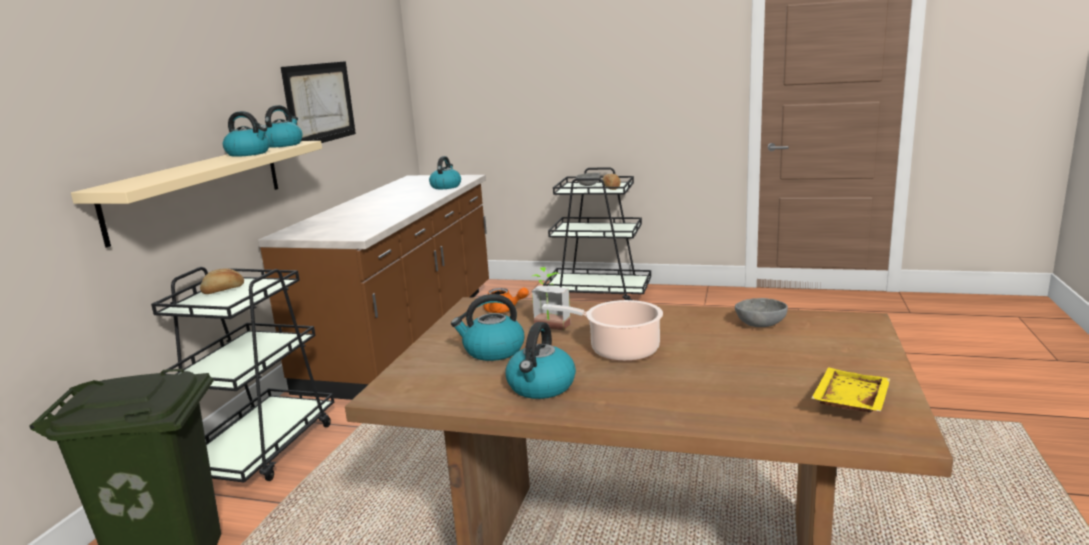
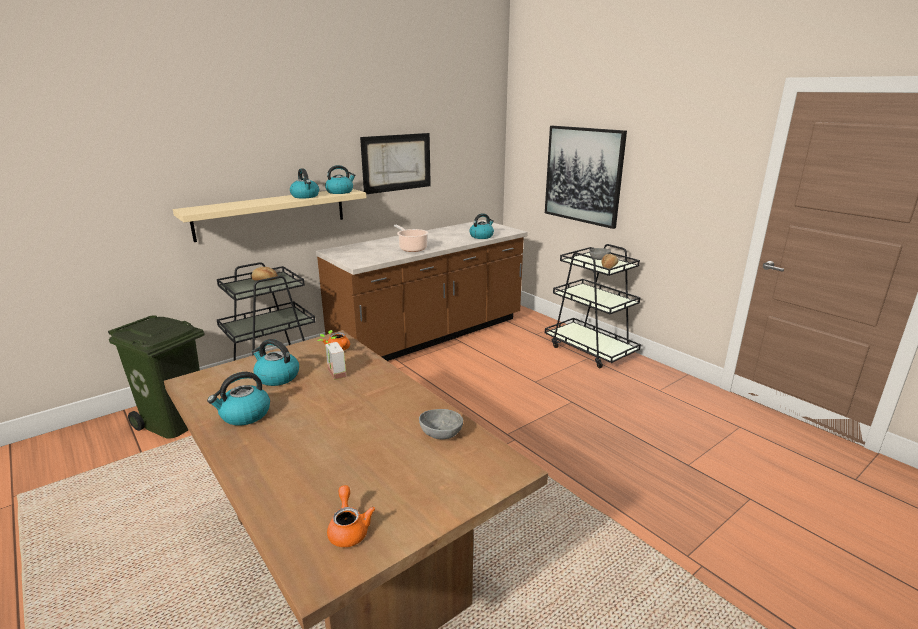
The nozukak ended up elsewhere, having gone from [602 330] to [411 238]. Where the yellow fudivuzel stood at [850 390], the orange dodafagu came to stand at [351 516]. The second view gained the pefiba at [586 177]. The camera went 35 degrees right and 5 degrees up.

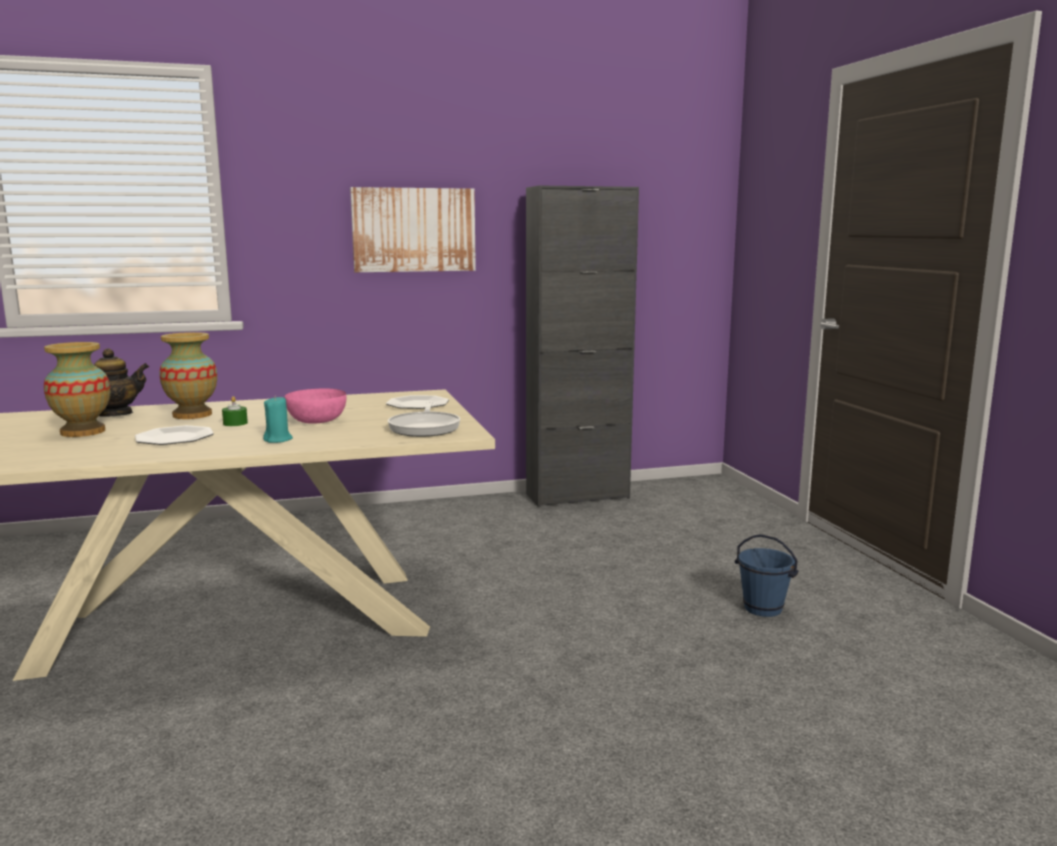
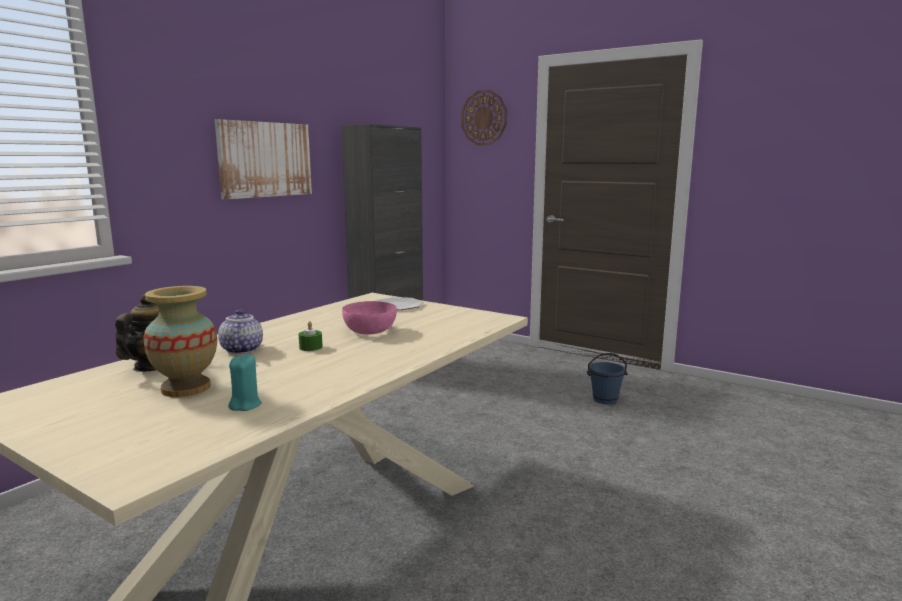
Where the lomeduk stood at [188 375], the dodafagu came to stand at [240 332]. The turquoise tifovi ended up elsewhere, having gone from [278 419] to [245 383]. The second view lost the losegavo at [424 419]. The second view lost the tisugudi at [174 435]. The second view gained the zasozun at [484 118]. The camera went 40 degrees left and 0 degrees up.

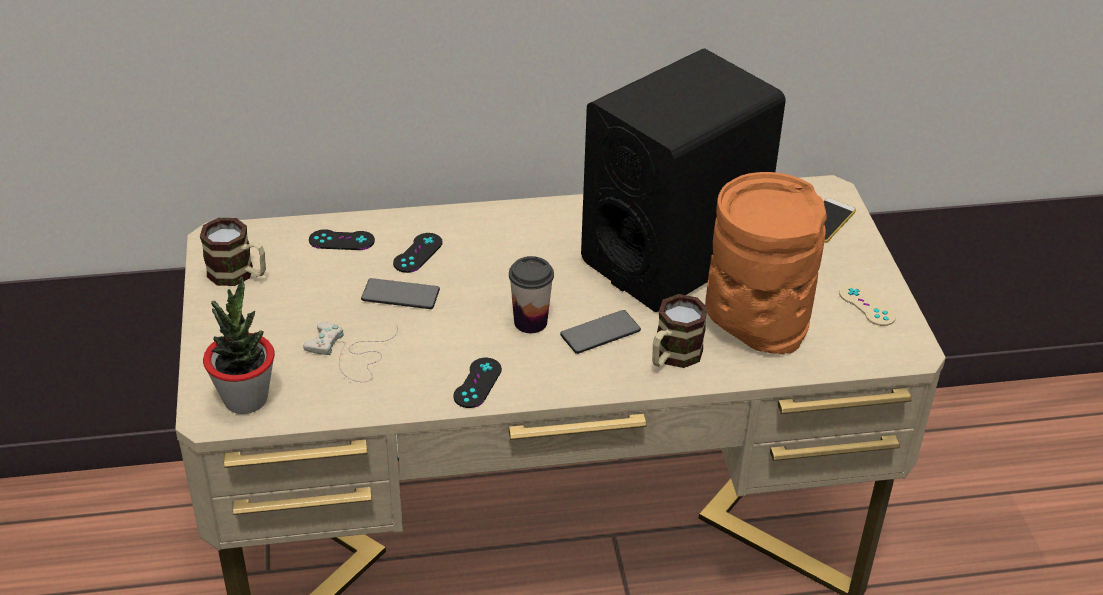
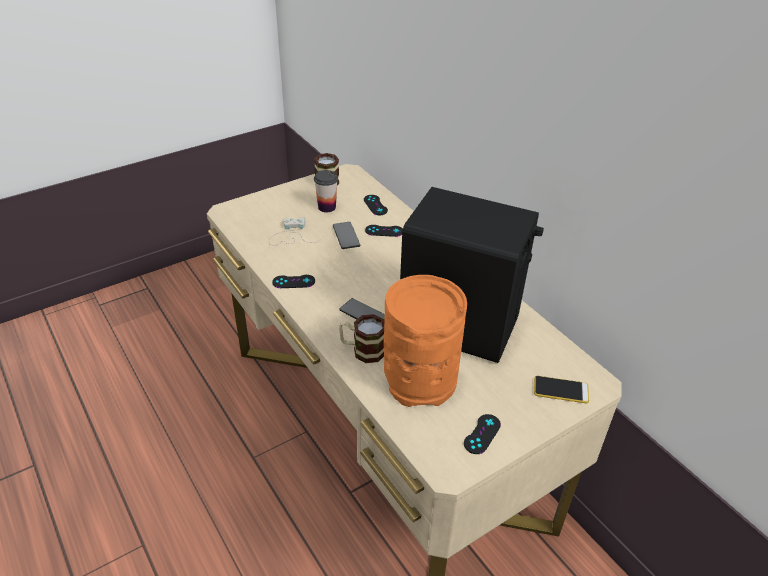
The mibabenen ended up elsewhere, having gone from [531 294] to [326 191]. The second view lost the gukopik at [239 345]. What was the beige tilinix at [867 304] turned into the black tilinix at [482 434]. The camera went 65 degrees right and 0 degrees up.

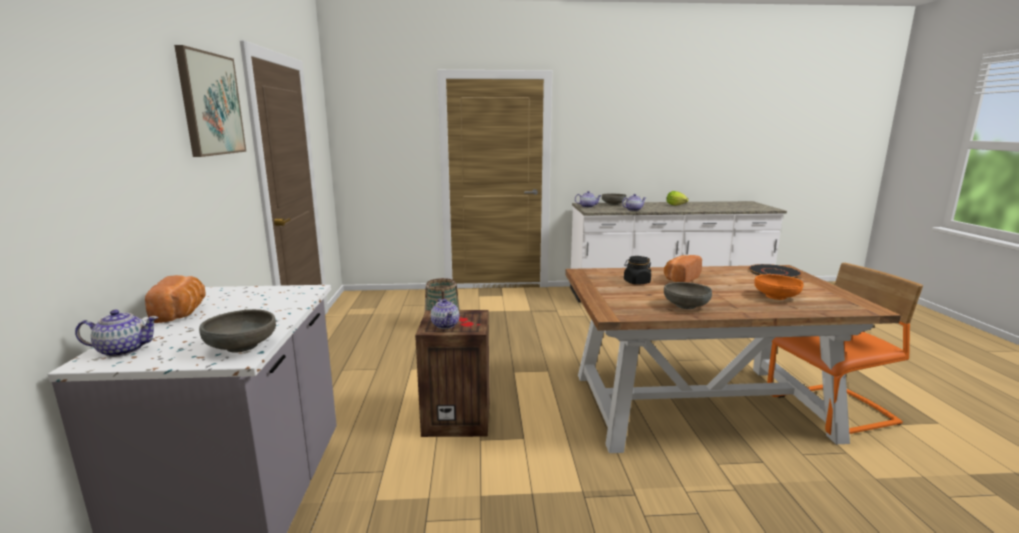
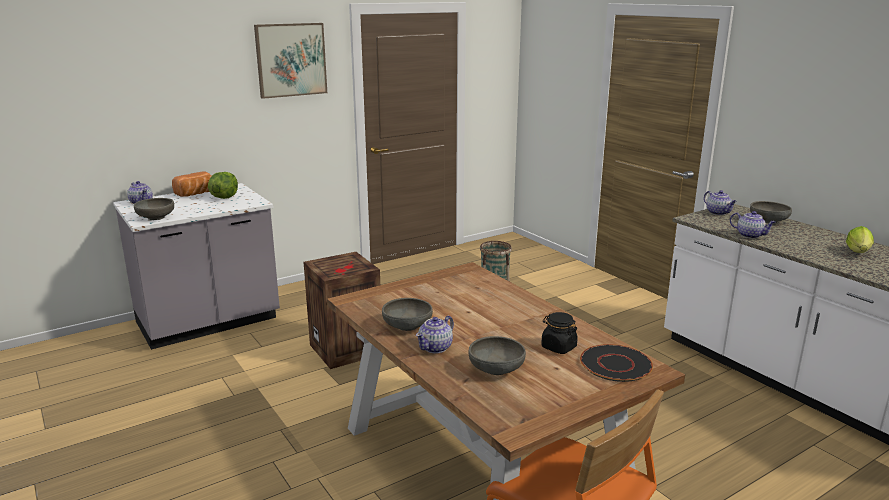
The second view lost the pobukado at [683 268]. The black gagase ended up elsewhere, having gone from [637 270] to [559 333]. What was the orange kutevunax at [778 287] turned into the grey kutevunax at [497 355]. The dodafagu ended up elsewhere, having gone from [445 314] to [435 334]. The second view gained the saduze at [223 185]. The camera went 60 degrees right and 5 degrees up.

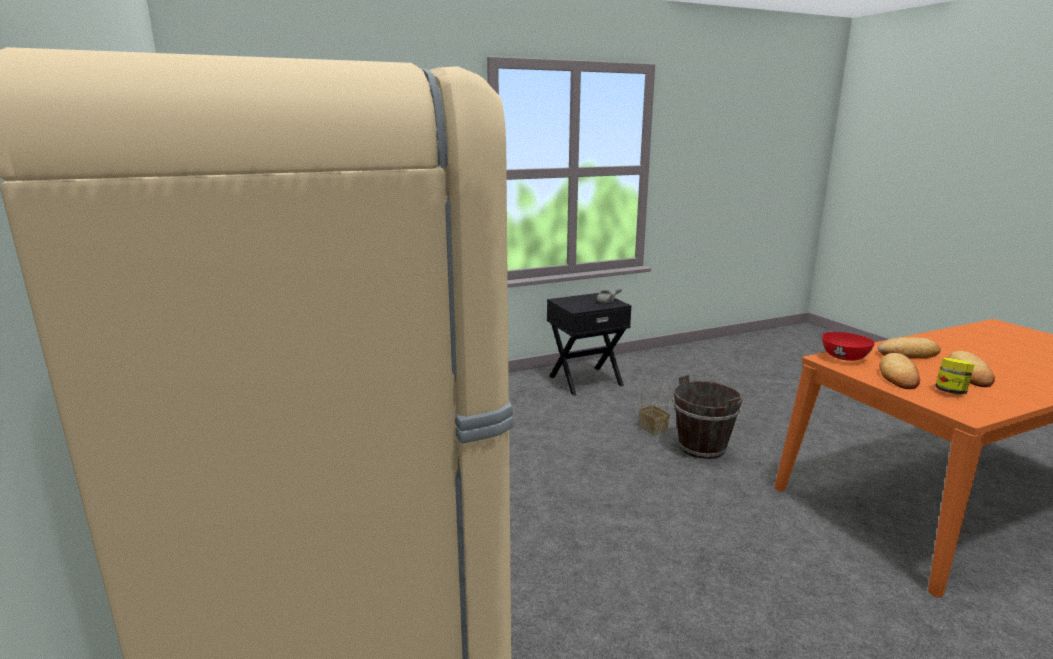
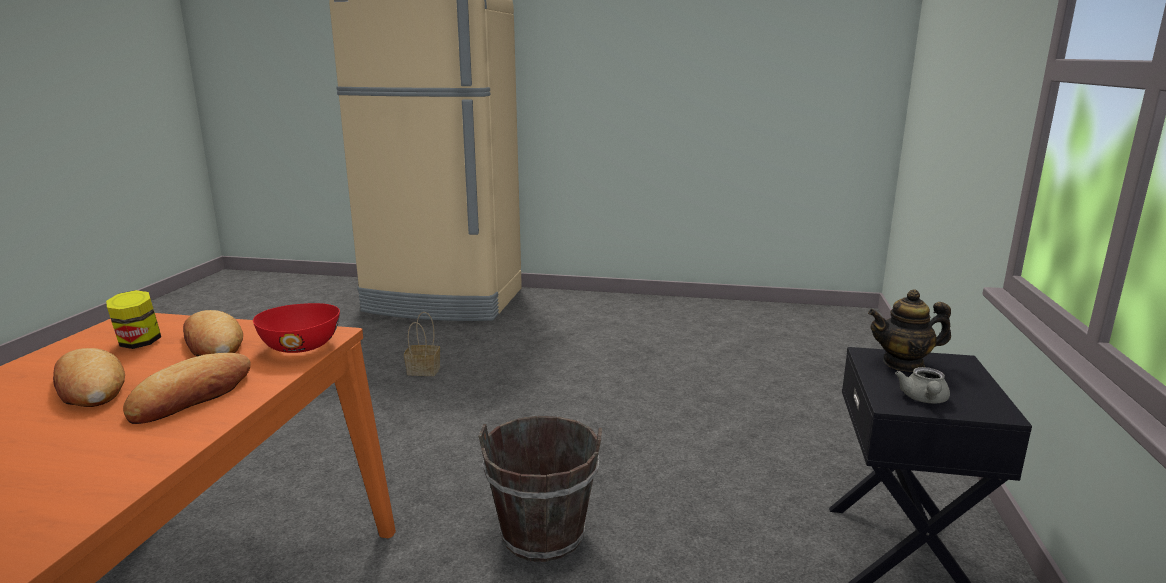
The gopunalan ended up elsewhere, having gone from [654 409] to [422 344]. The second view gained the dodafagu at [909 331]. The camera went 125 degrees right and 0 degrees up.

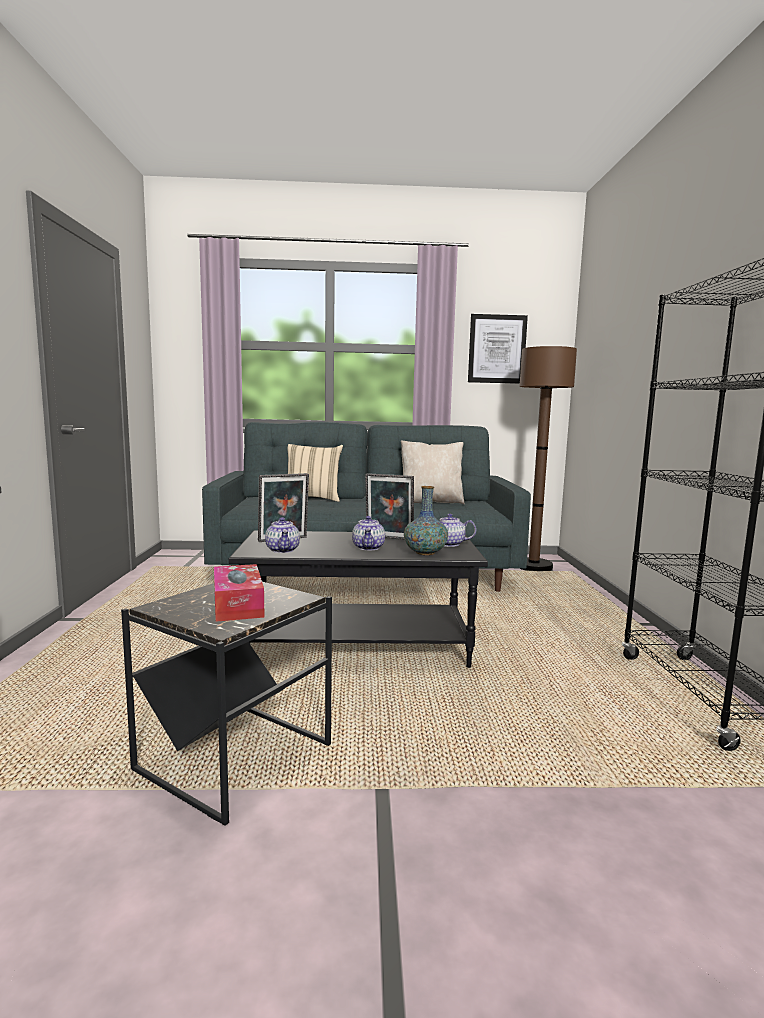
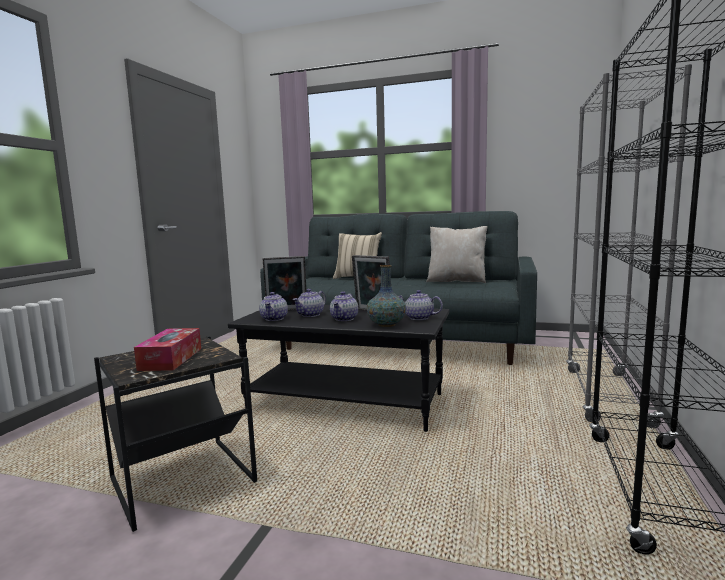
The second view lost the pefiba at [498 349]. The second view lost the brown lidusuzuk at [548 458]. The second view gained the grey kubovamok at [629 246]. The second view gained the dodafagu at [309 303]. The camera went 20 degrees right and 0 degrees up.

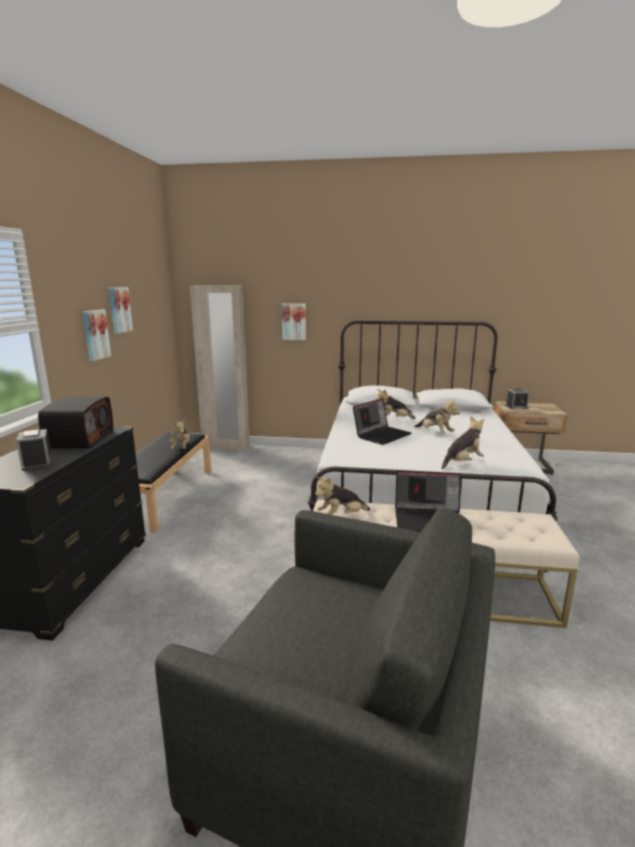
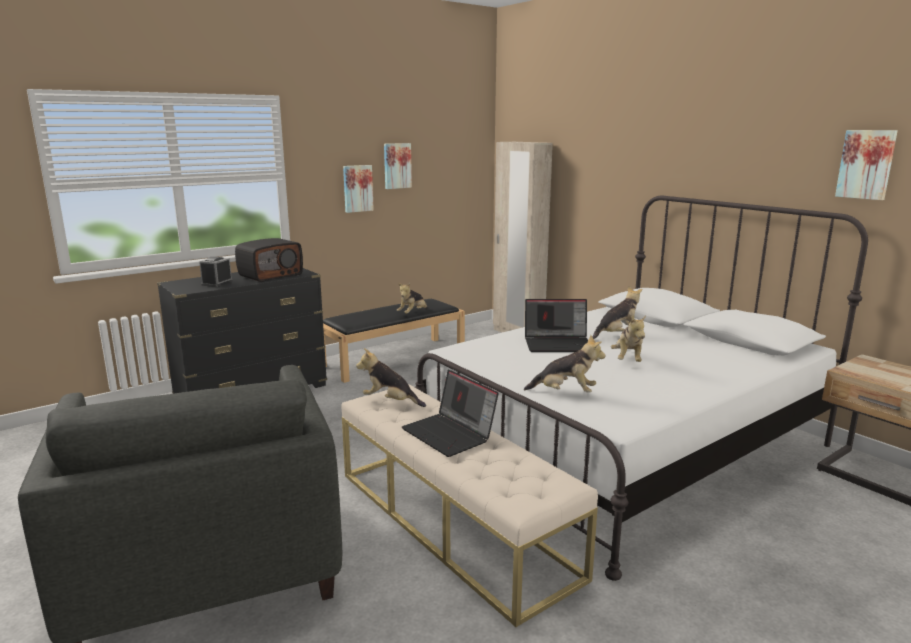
The pefiba ended up elsewhere, having gone from [294 321] to [866 165]. The second view lost the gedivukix at [517 398]. The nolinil at [395 404] ended up facing another way, 120 degrees clockwise from before. The camera went 45 degrees right and 0 degrees up.

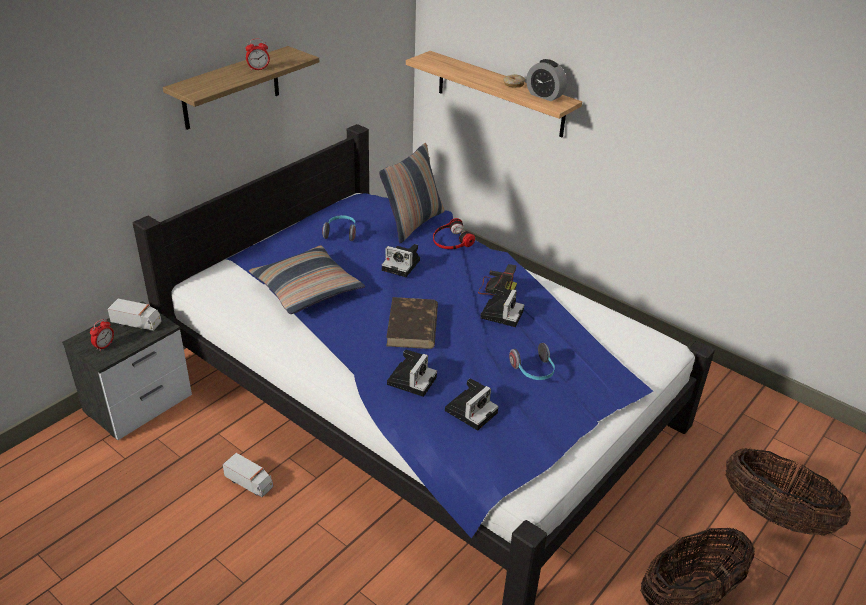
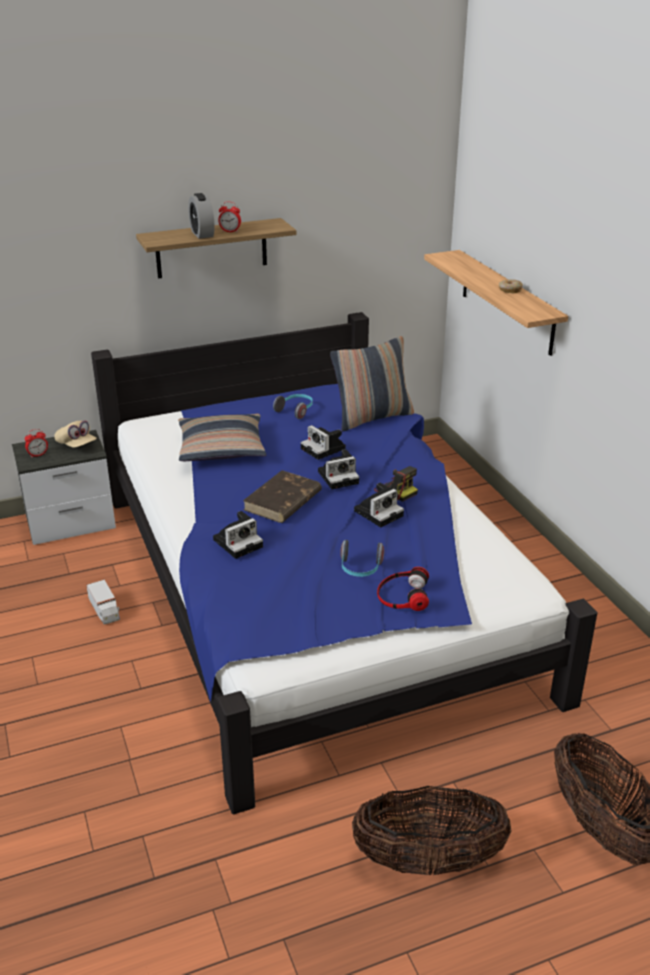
The gedivukix ended up elsewhere, having gone from [546 80] to [201 216]. The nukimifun ended up elsewhere, having gone from [454 233] to [403 589]. Where the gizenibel stood at [135 315], the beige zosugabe came to stand at [75 434]. The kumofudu ended up elsewhere, having gone from [472 404] to [338 469]. The camera went 30 degrees right and 5 degrees down.

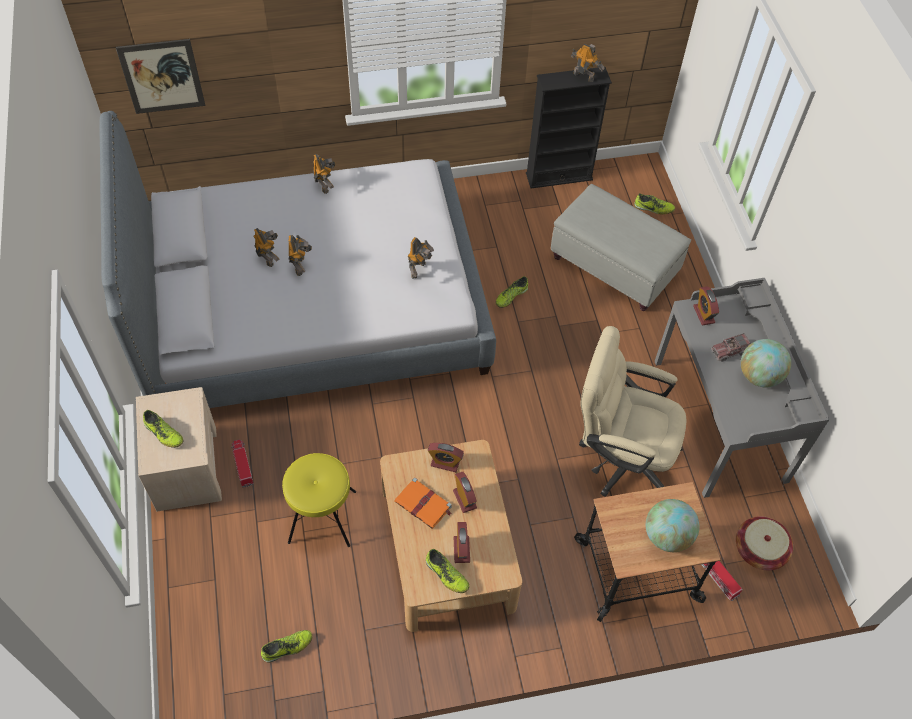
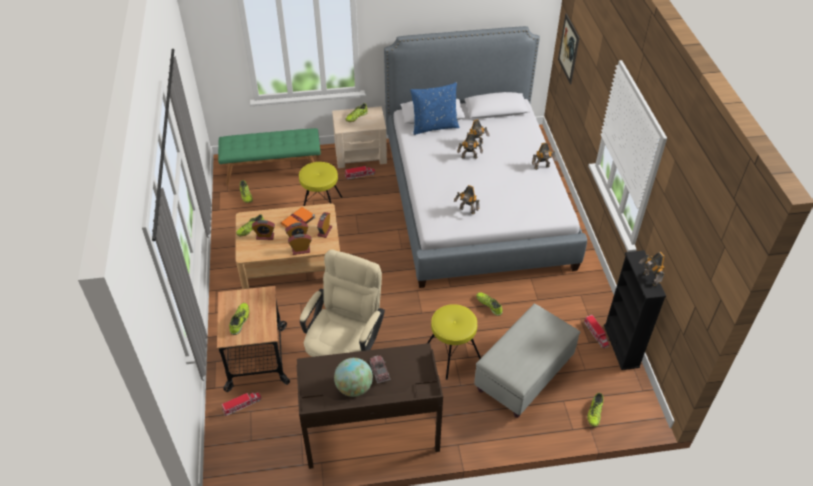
The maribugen at [587 63] ended up facing another way, 120 degrees clockwise from before. What was the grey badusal at [742 388] turned into the brown badusal at [370 406]. The gedivukix ended up elsewhere, having gone from [706 305] to [299 244]. Where the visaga stood at [673 525], the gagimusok came to stand at [239 319]. The second view lost the gopunalan at [764 543]. The second view gained the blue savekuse at [434 108]. The second view gained the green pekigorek at [269 156]. The second view gained the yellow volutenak at [454 342]. The second view gained the gizenibel at [596 331]. The camera went 95 degrees right and 10 degrees down.

